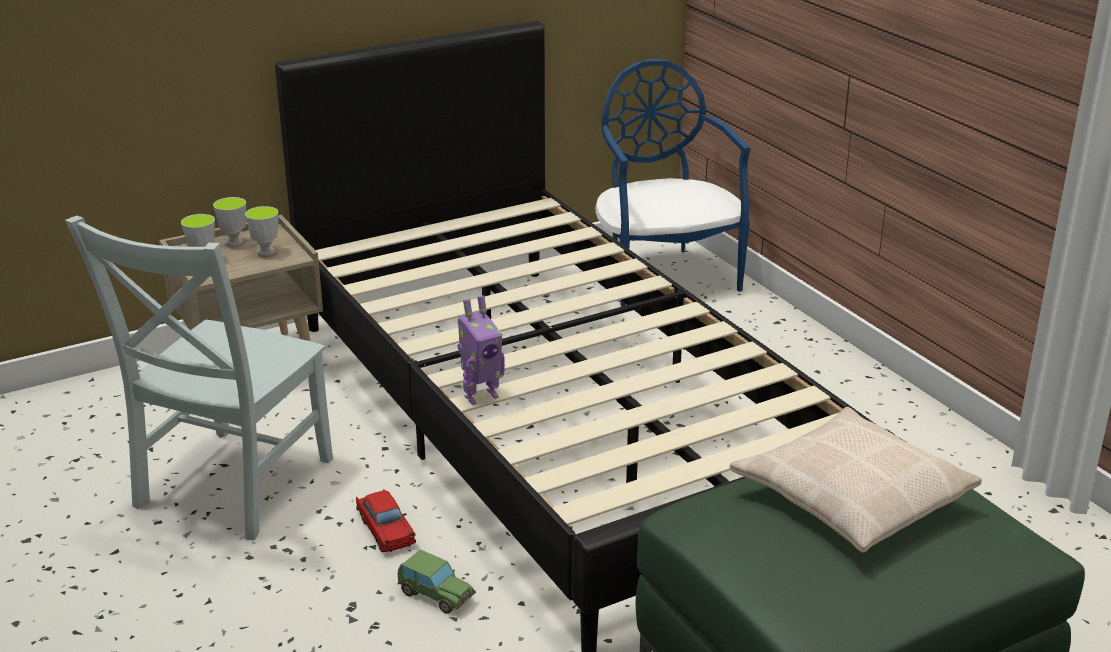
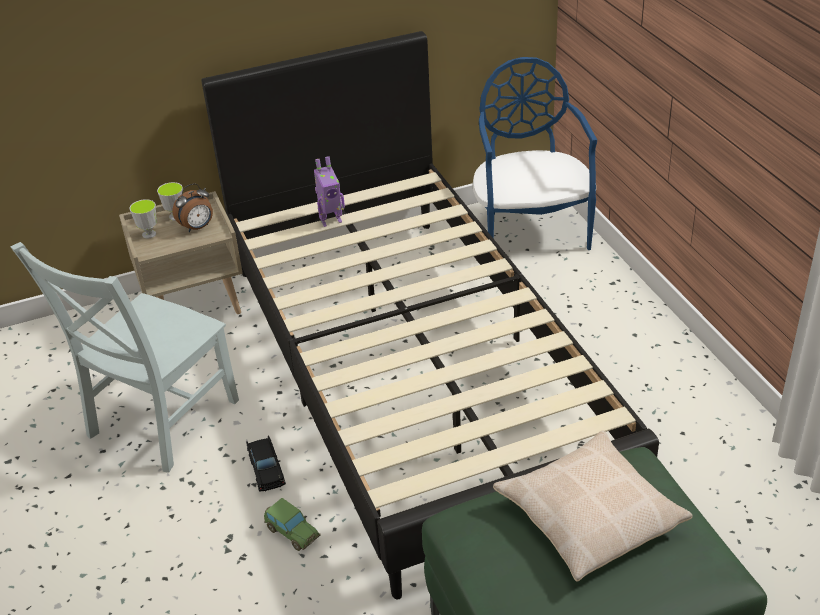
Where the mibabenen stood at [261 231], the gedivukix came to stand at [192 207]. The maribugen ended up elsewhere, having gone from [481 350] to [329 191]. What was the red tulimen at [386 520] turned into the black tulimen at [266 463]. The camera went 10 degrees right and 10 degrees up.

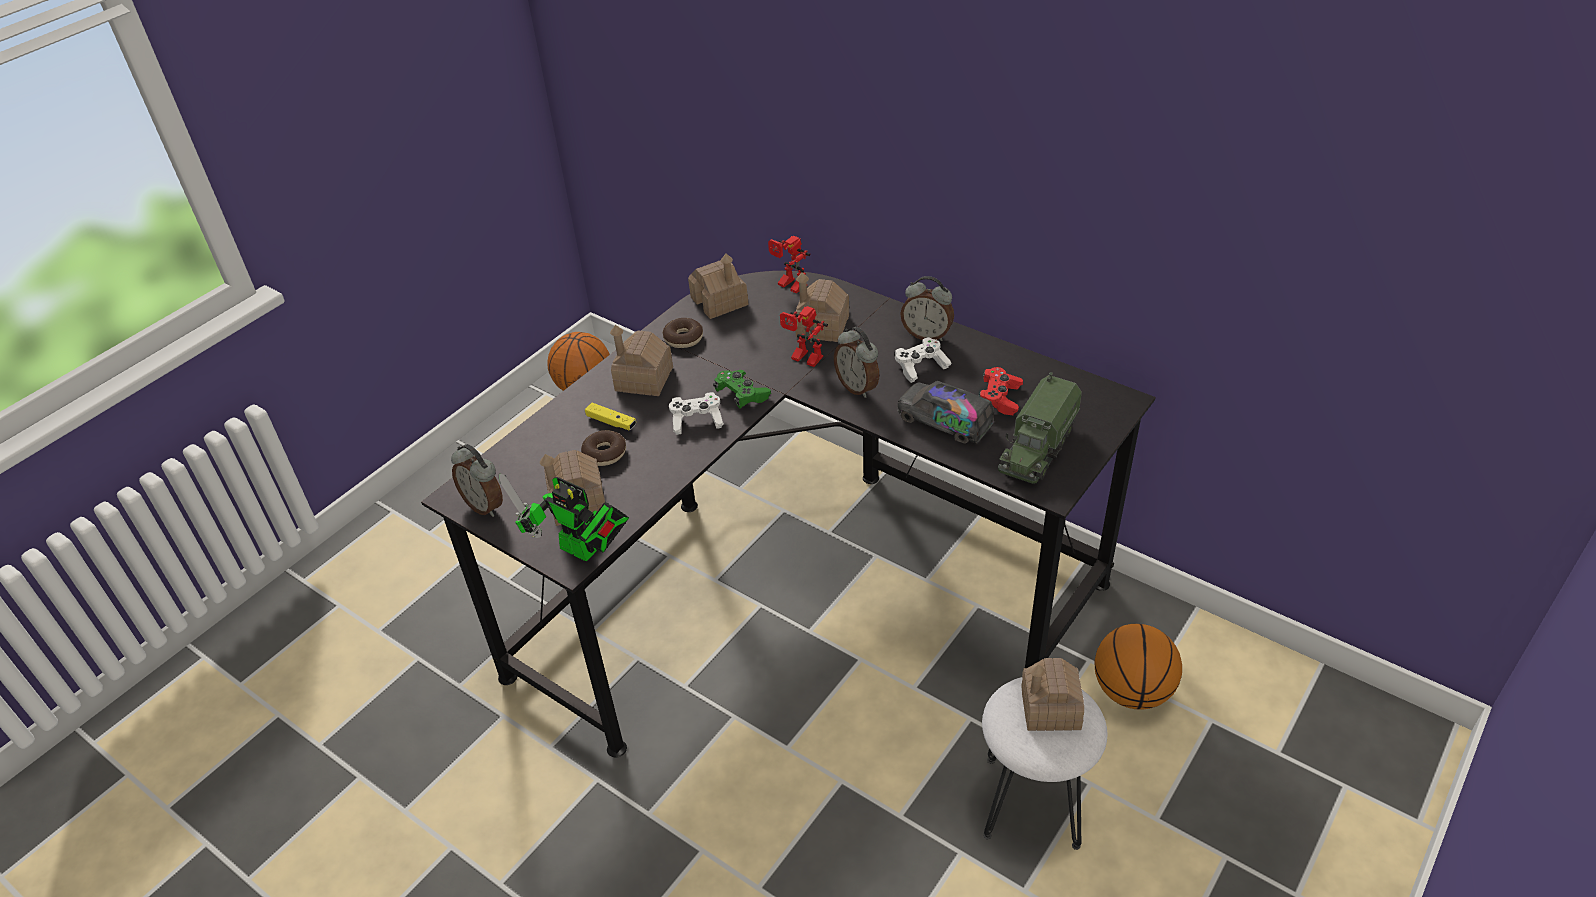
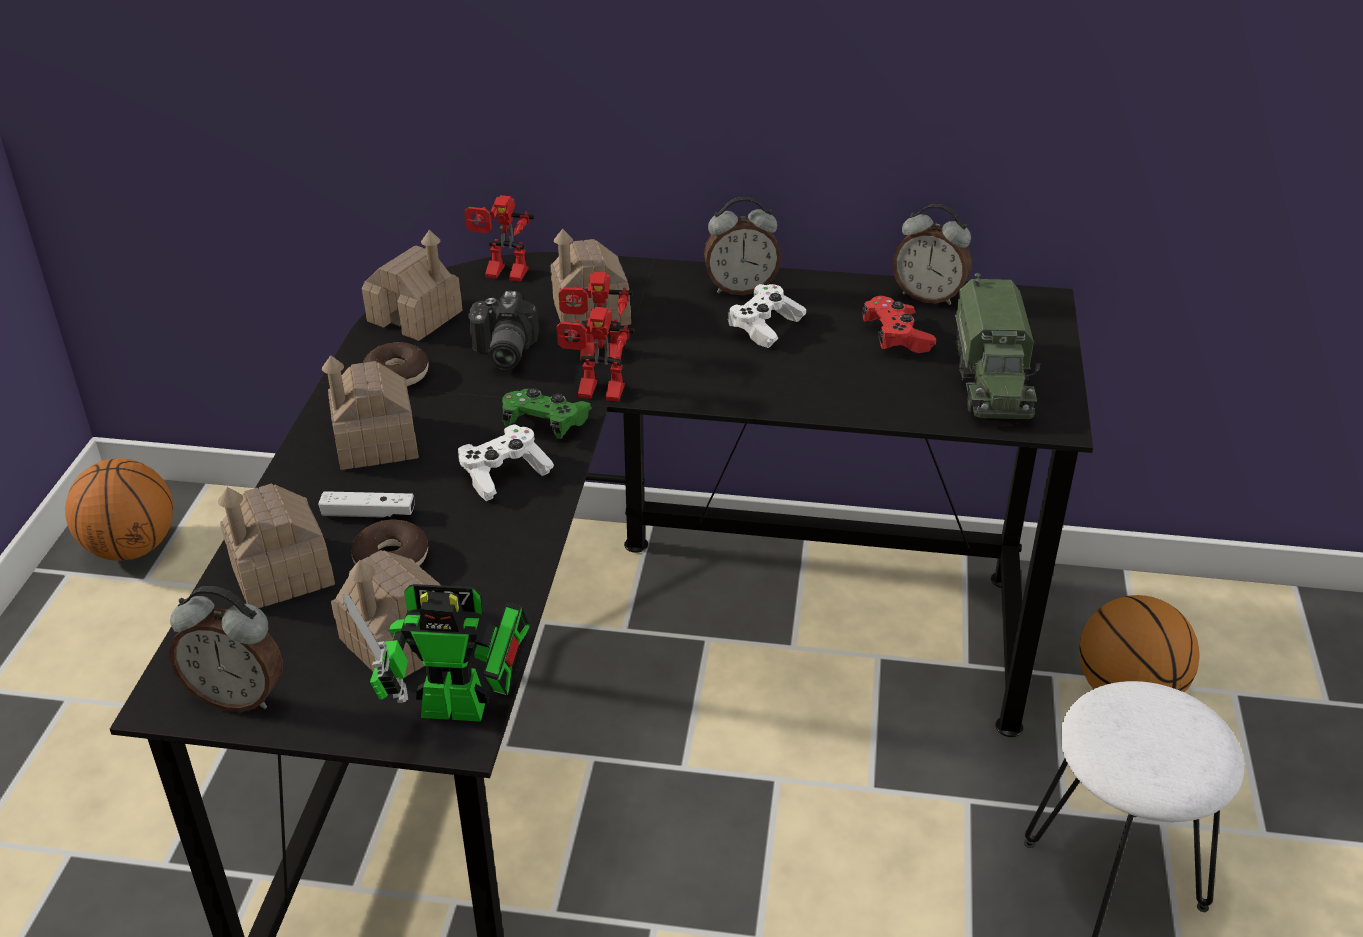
The gedivukix ended up elsewhere, having gone from [856 362] to [931 254]. The second view lost the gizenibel at [945 412]. What was the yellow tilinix at [610 417] turned into the white tilinix at [366 504]. The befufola ended up elsewhere, having gone from [1052 694] to [276 546]. The second view gained the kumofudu at [503 331]. The second view gained the maribugen at [595 354]. The camera went 30 degrees left and 5 degrees down.

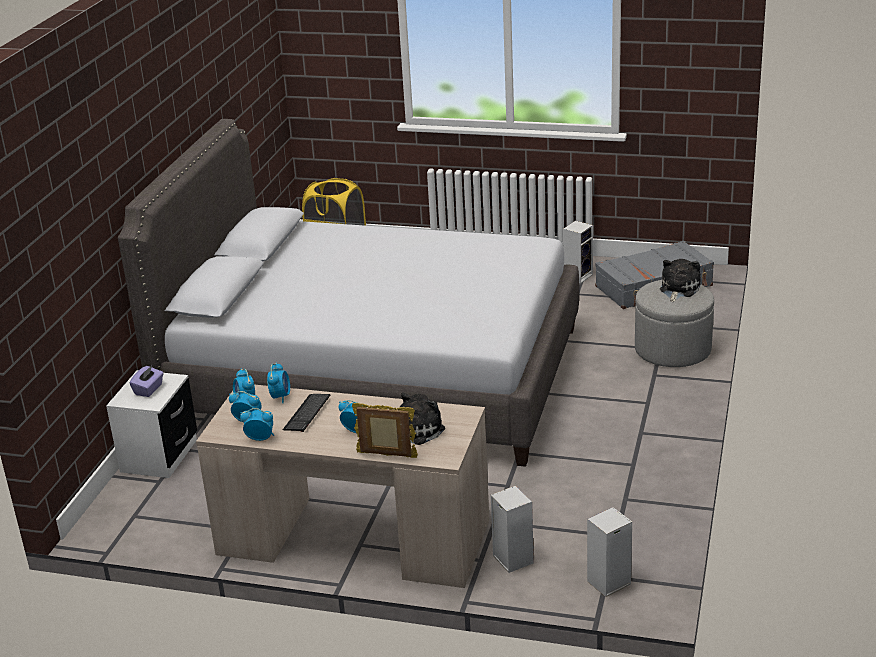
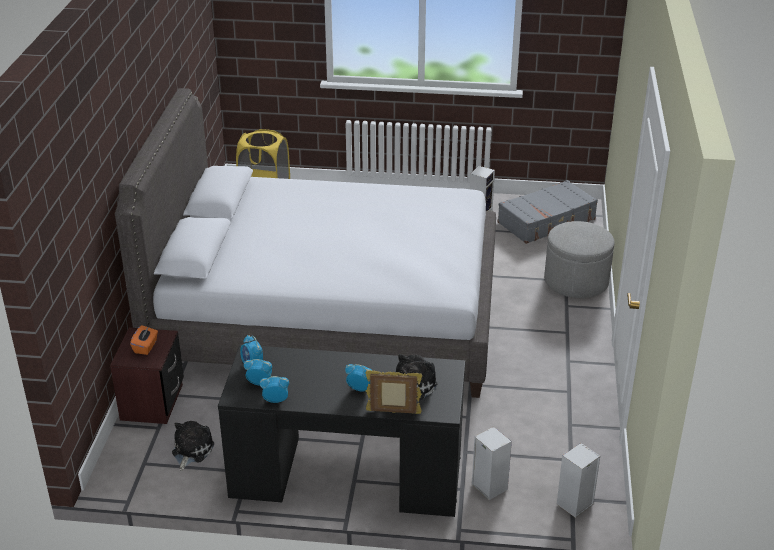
The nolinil ended up elsewhere, having gone from [680 280] to [193 446]. The second view lost the gedivukix at [278 382]. What was the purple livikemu at [147 381] turned into the orange livikemu at [144 340]. What was the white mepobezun at [151 424] turned into the brown mepobezun at [147 375]. What was the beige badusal at [342 486] turned into the black badusal at [341 431]. The second view lost the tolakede at [306 413]. The camera went 10 degrees left and 5 degrees up.

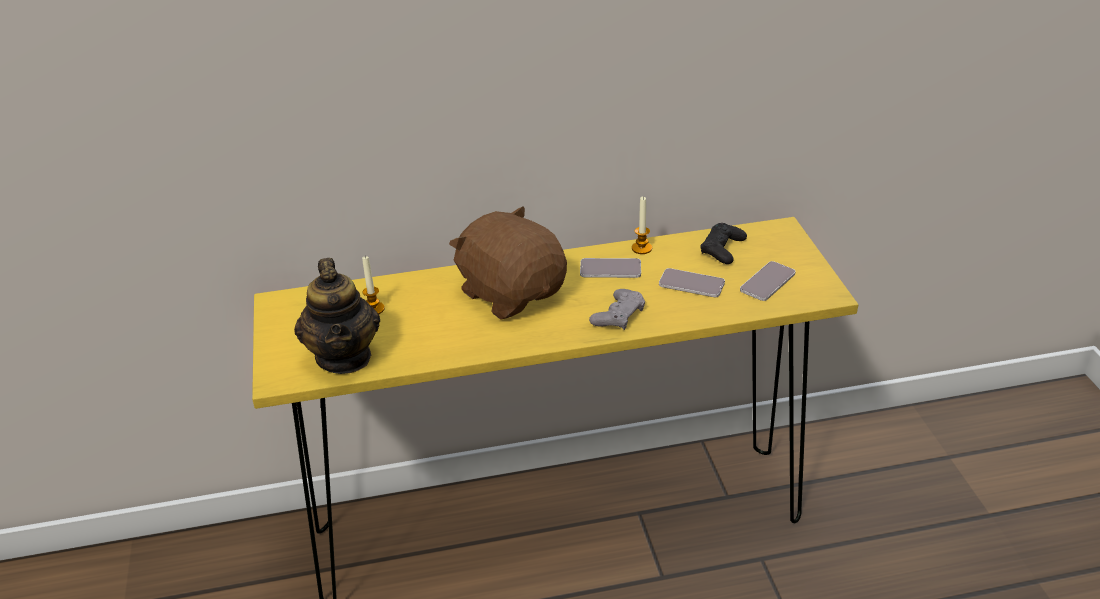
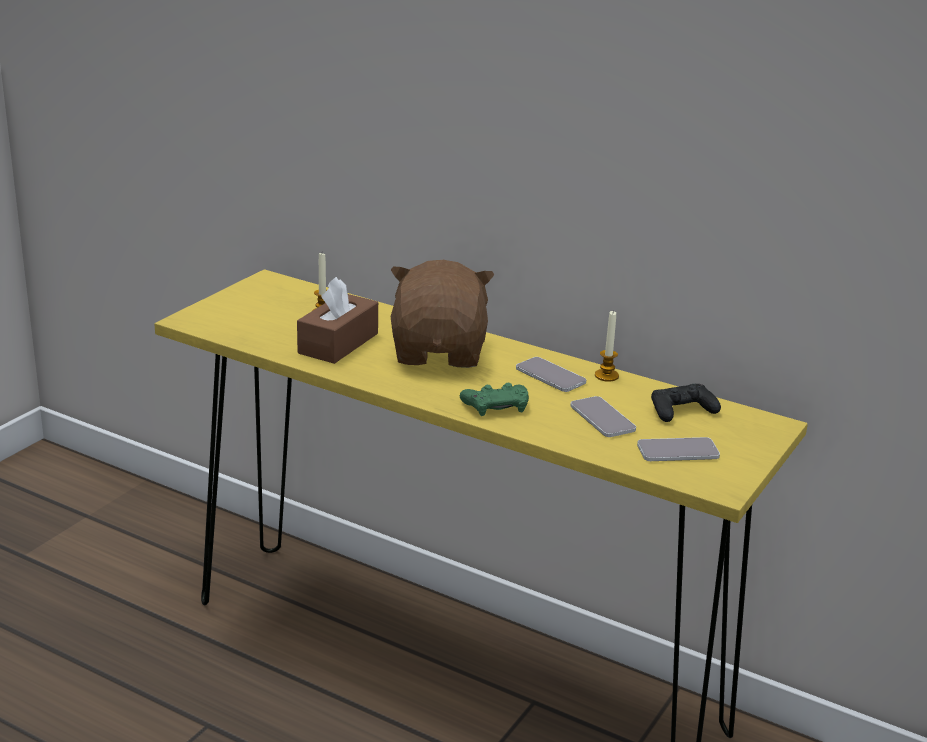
The second view lost the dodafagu at [337 316]. What was the grey tilinix at [617 309] turned into the green tilinix at [494 399]. The second view gained the brown livikemu at [337 320]. The camera went 40 degrees right and 10 degrees down.

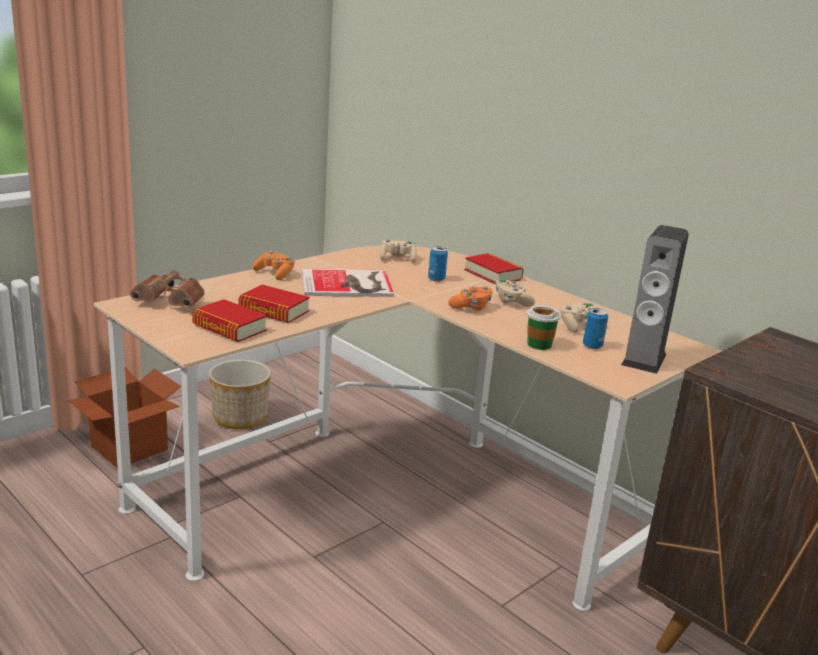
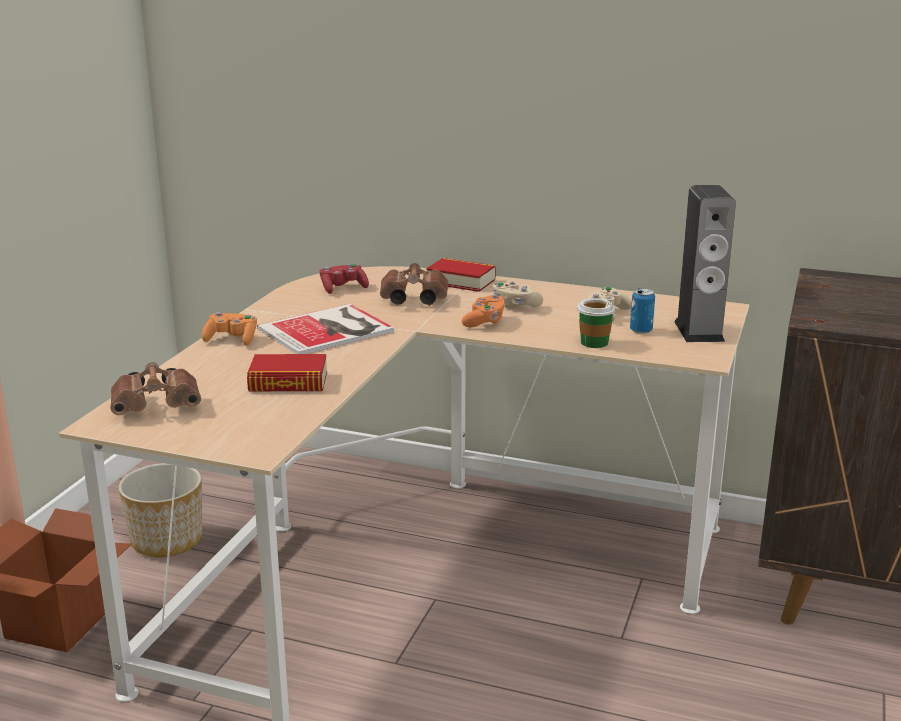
What was the beige tilinix at [398 251] turned into the red tilinix at [344 279]. Where the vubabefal stood at [438 264], the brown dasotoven came to stand at [414 284]. The second view lost the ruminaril at [229 320]. The camera went 25 degrees left and 0 degrees up.

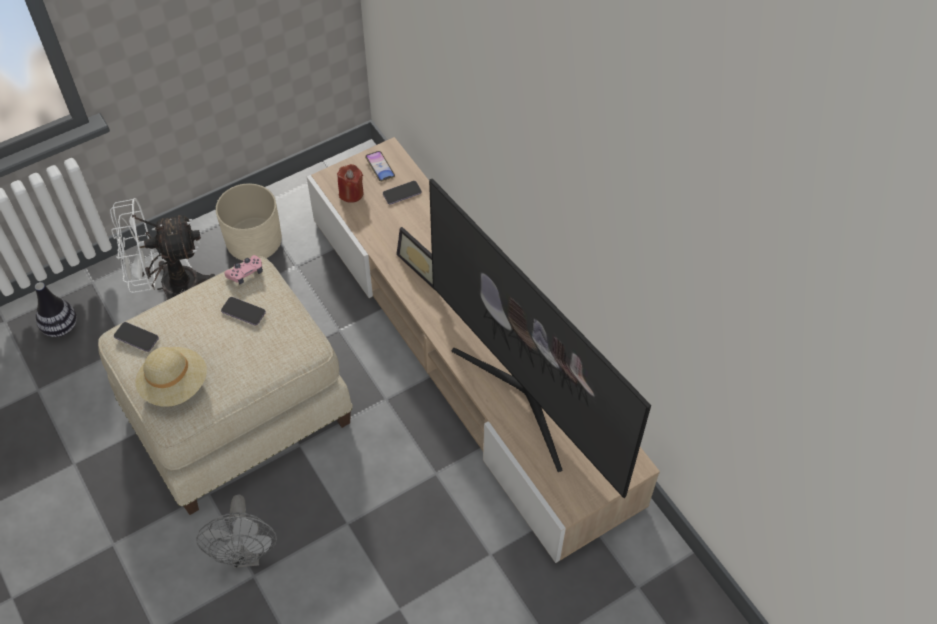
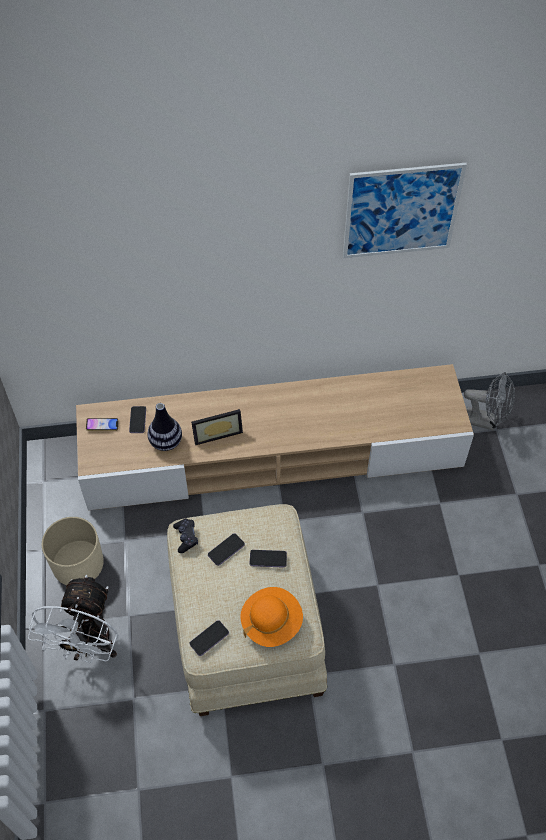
The second view lost the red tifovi at [350 183]. The second view lost the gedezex at [540 338]. What was the pink tilinix at [243 270] turned into the black tilinix at [185 535]. The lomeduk ended up elsewhere, having gone from [56 309] to [165 427]. What was the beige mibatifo at [171 377] turned into the orange mibatifo at [271 617]. The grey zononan ended up elsewhere, having gone from [236 531] to [489 401]. The second view gained the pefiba at [405 210]. The second view gained the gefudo at [268 559]. The camera went 65 degrees left and 0 degrees up.

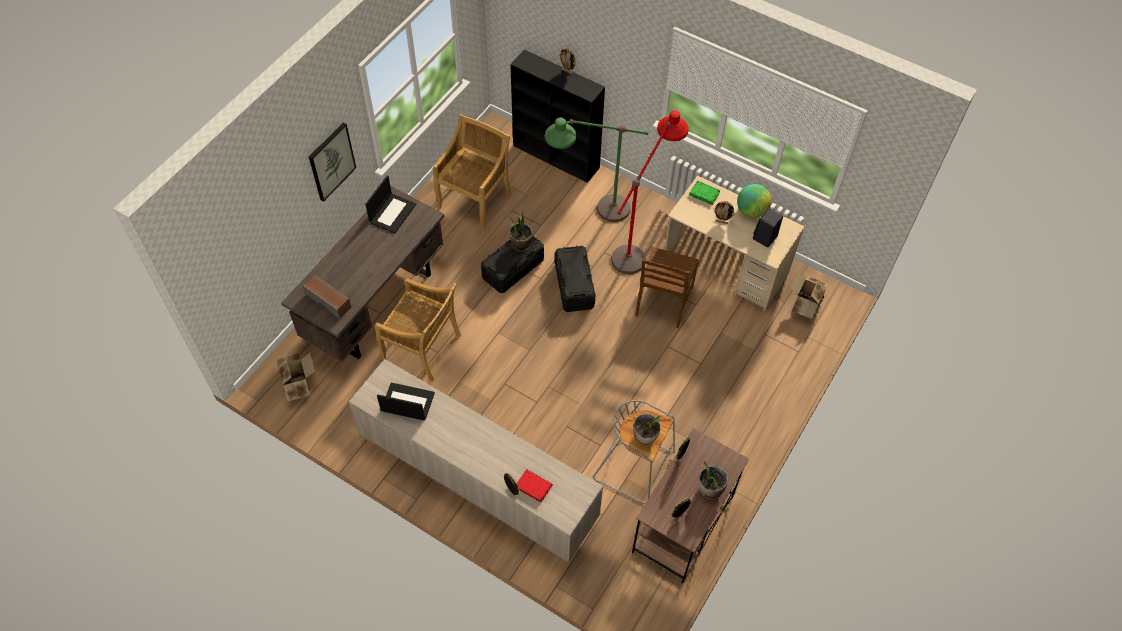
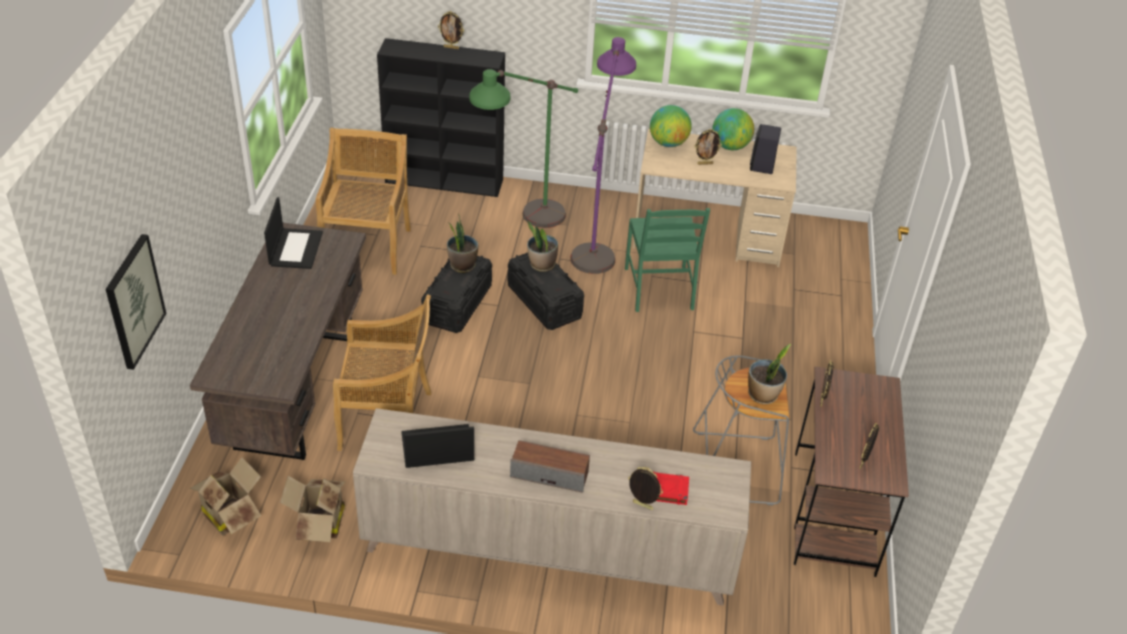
What was the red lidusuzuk at [650 192] turned into the purple lidusuzuk at [603 155]. The pefiba ended up elsewhere, having gone from [332 162] to [135 302]. Where the green ruminaril stood at [704 192], the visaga came to stand at [671 126]. What was the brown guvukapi at [667 287] turned into the green guvukapi at [667 260]. The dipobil ended up elsewhere, having gone from [809 295] to [312 509]. The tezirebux ended up elsewhere, having gone from [327 297] to [550 466]. The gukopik ended up elsewhere, having gone from [713 480] to [542 246]. The camera went 25 degrees left and 15 degrees down.

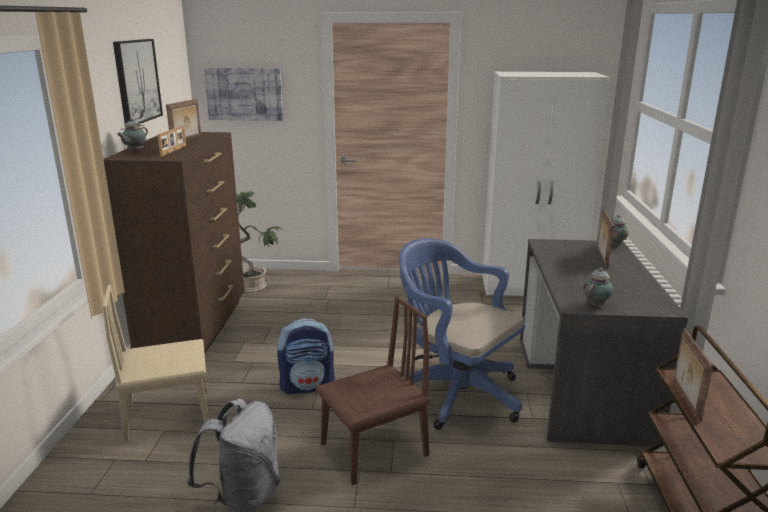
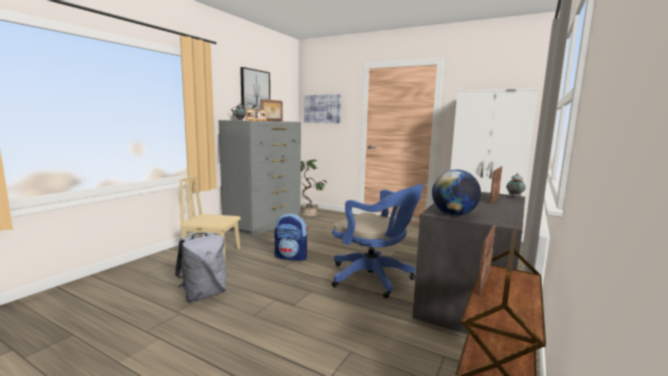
What was the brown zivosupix at [174 242] turned into the grey zivosupix at [260 178]. The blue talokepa at [462 334] ended up facing another way, 150 degrees clockwise from before. Where the dodafagu stood at [598 287], the visaga came to stand at [456 192]. The second view lost the brown guvukapi at [373 390]. The camera went 25 degrees right and 10 degrees down.

